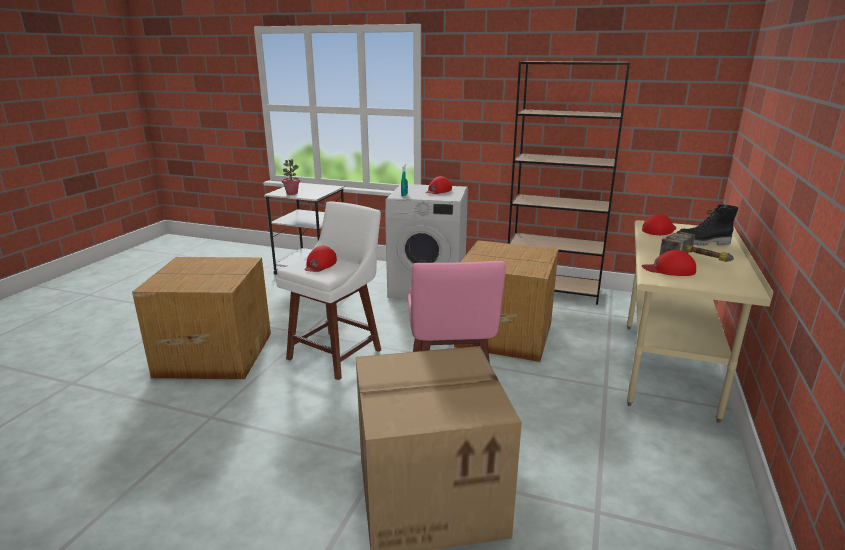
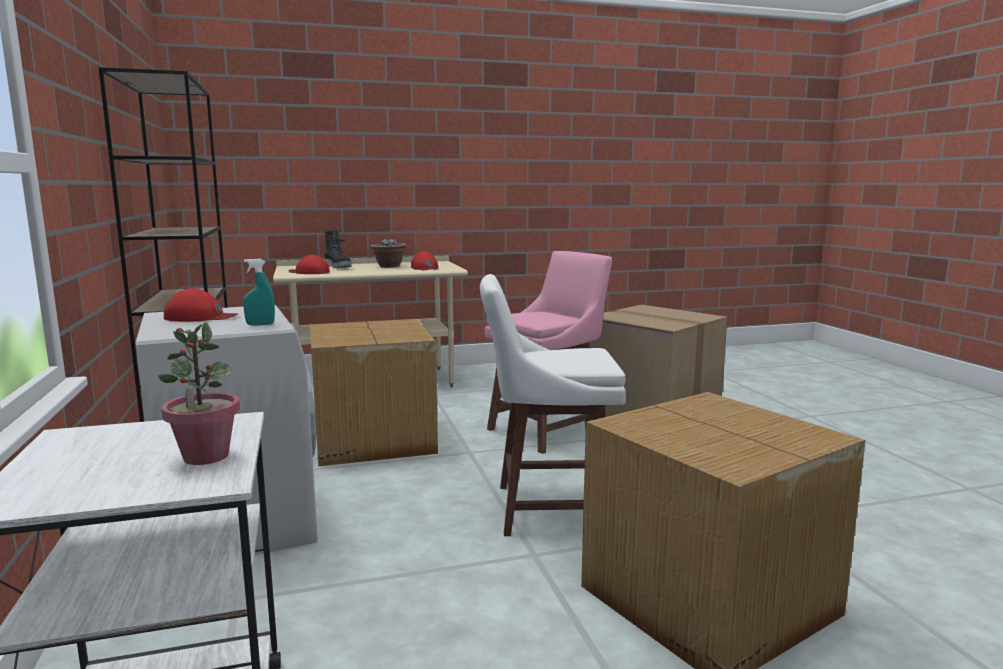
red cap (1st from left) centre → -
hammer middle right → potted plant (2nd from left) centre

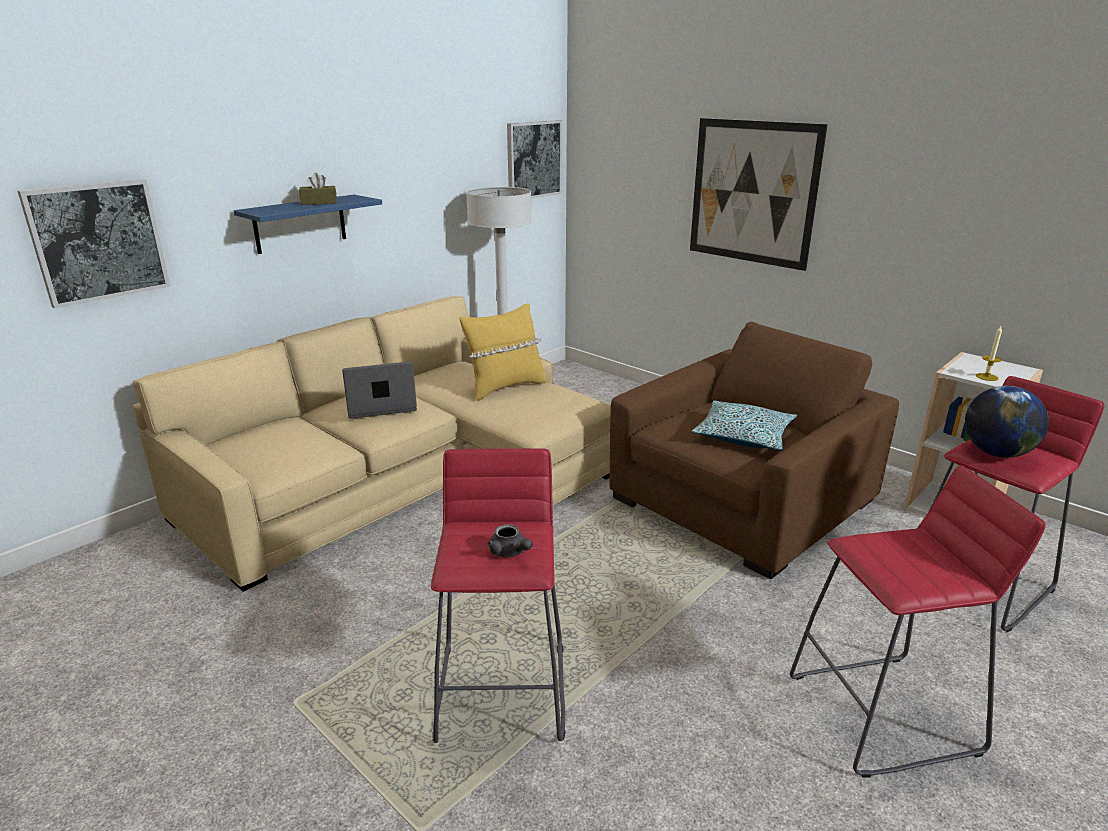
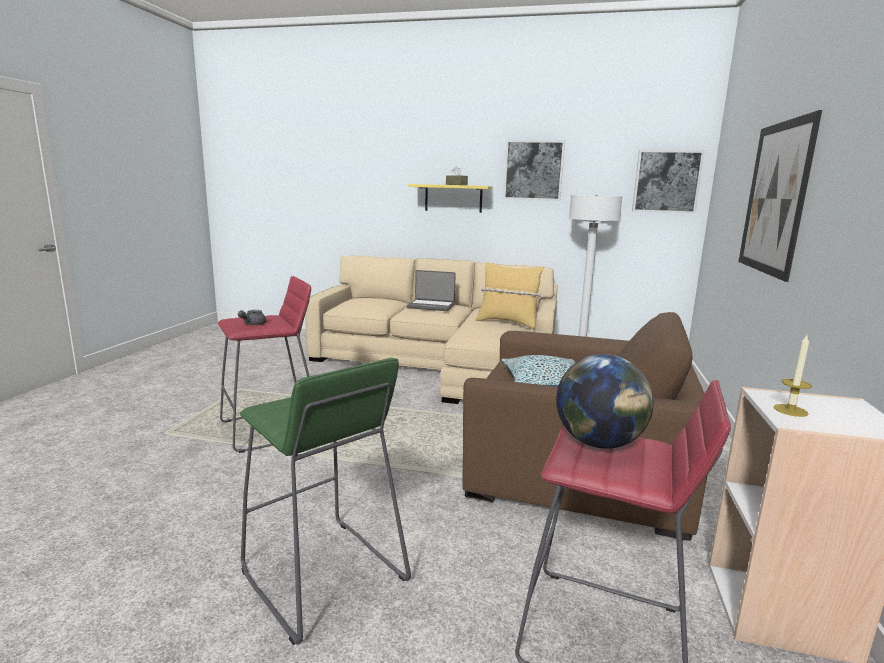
picture (1st from left) top left → picture (1st from left) top centre, move
blue shelf top left → yellow shelf top centre
laptop centre, 150 degrees clockwise
red stool (2nd from left) bottom right → green stool bottom centre

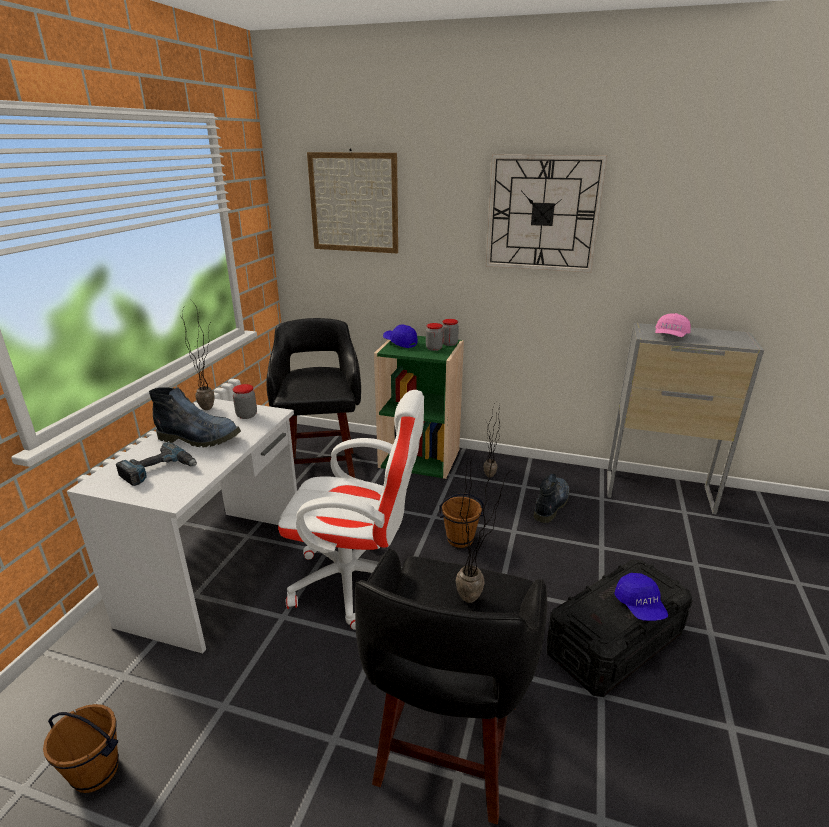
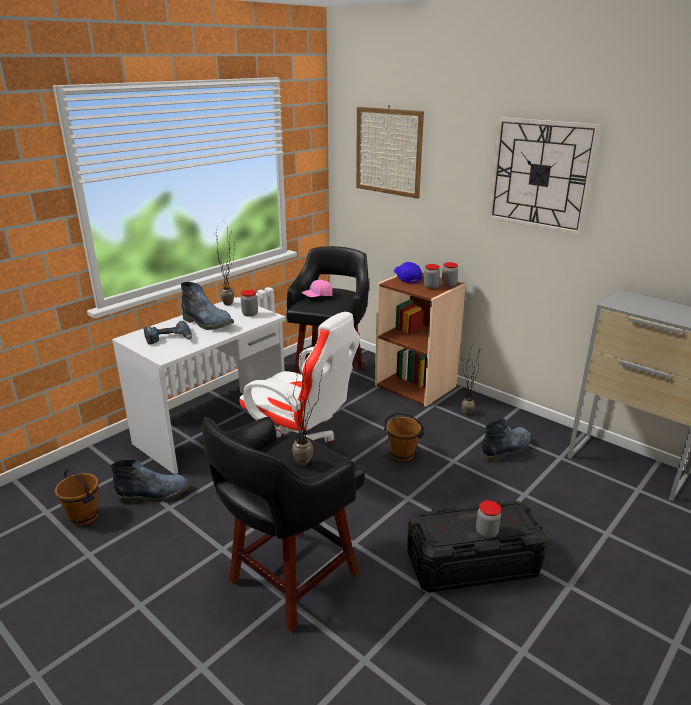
green bookcase centre → brown bookcase centre
blue cap (2nd from left) bottom right → jar (4th from left) bottom right
pink cap middle right → pink cap centre, move
- → boot (1st from left) bottom left

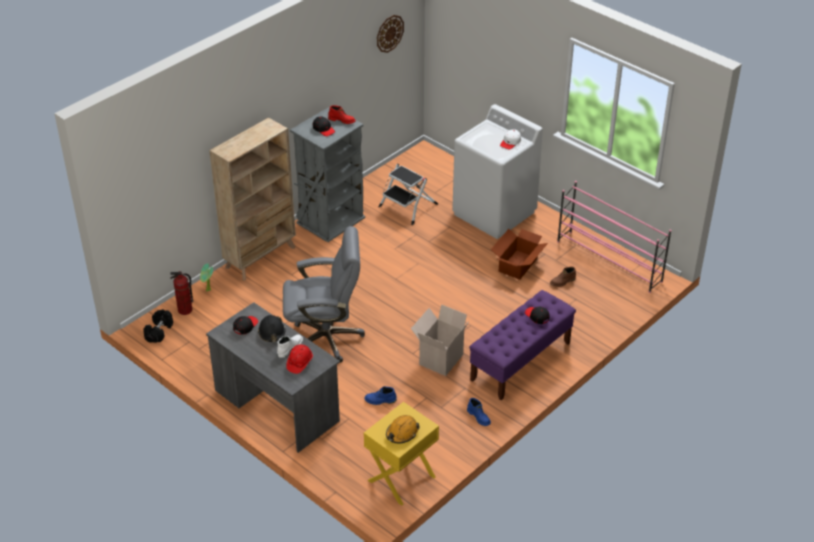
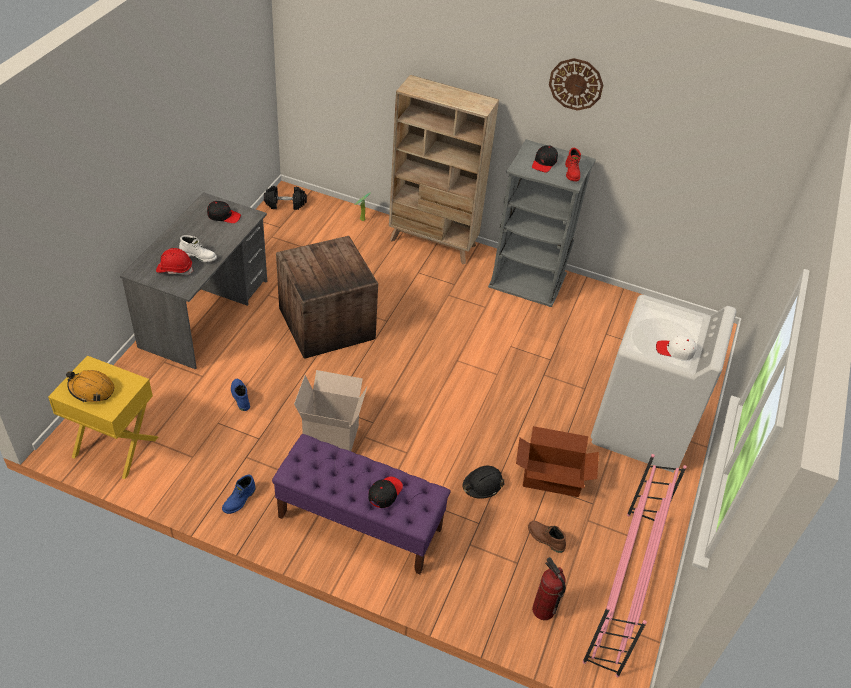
fire extinguisher middle left → fire extinguisher bottom centre, move
black hard hat middle left → black hard hat bottom centre, move
grey office chair centre → crate centre
wall clock top centre → wall clock top right, move
step ladder centre → -

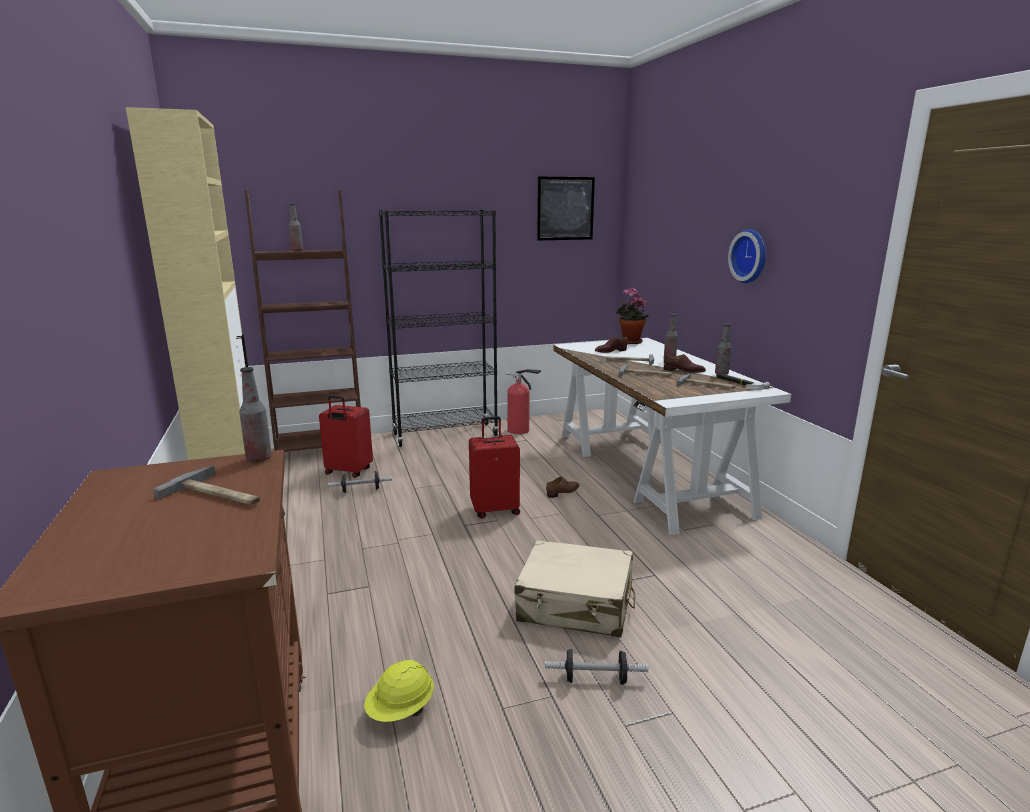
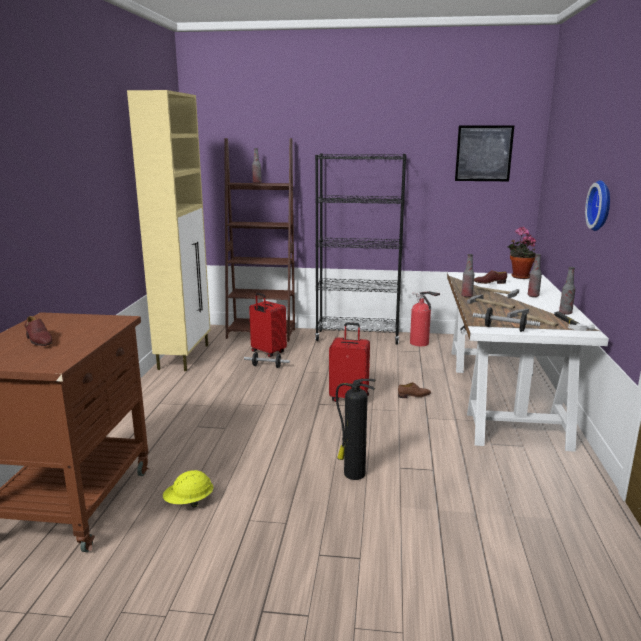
hammer (1st from left) middle left → -
bottle (1st from left in the first image) middle left → bottle (2nd from left) middle right, move
beige suitcase bottom centre → fire extinguisher (1st from left) bottom centre
dumbbell (2nd from left) bottom centre → dumbbell (2nd from left) middle right, move
brown shoe (3rd from left in the first image) centre → brown shoe (1st from left) middle left, move

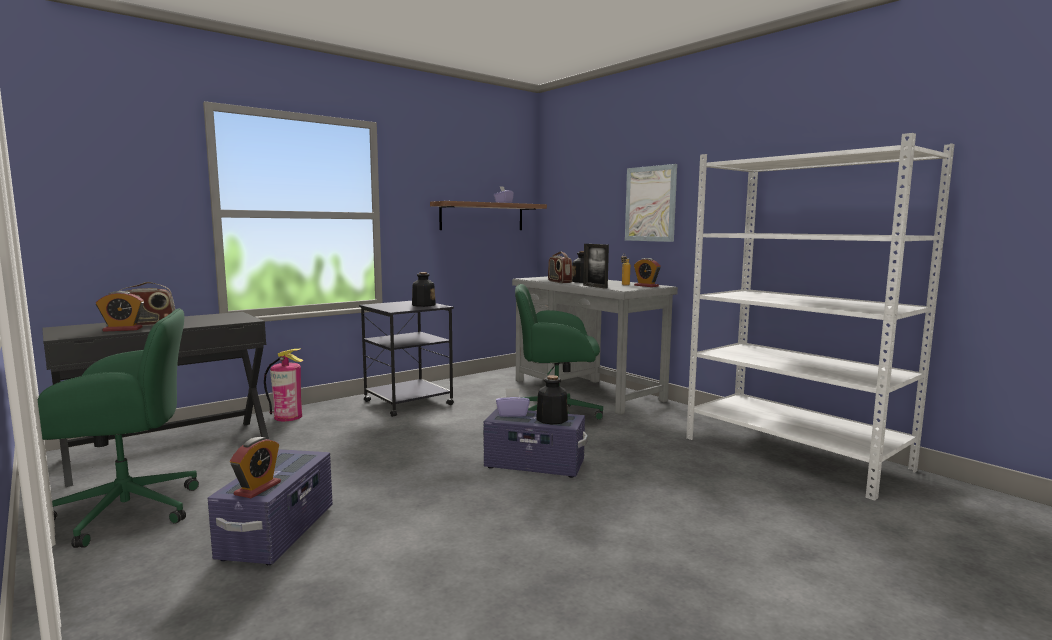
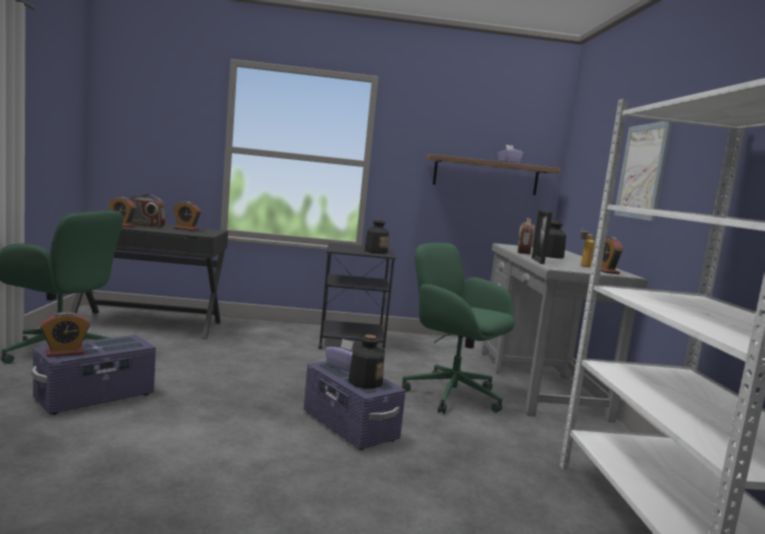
fire extinguisher middle left → -
- → alarm clock (3rd from left) middle left

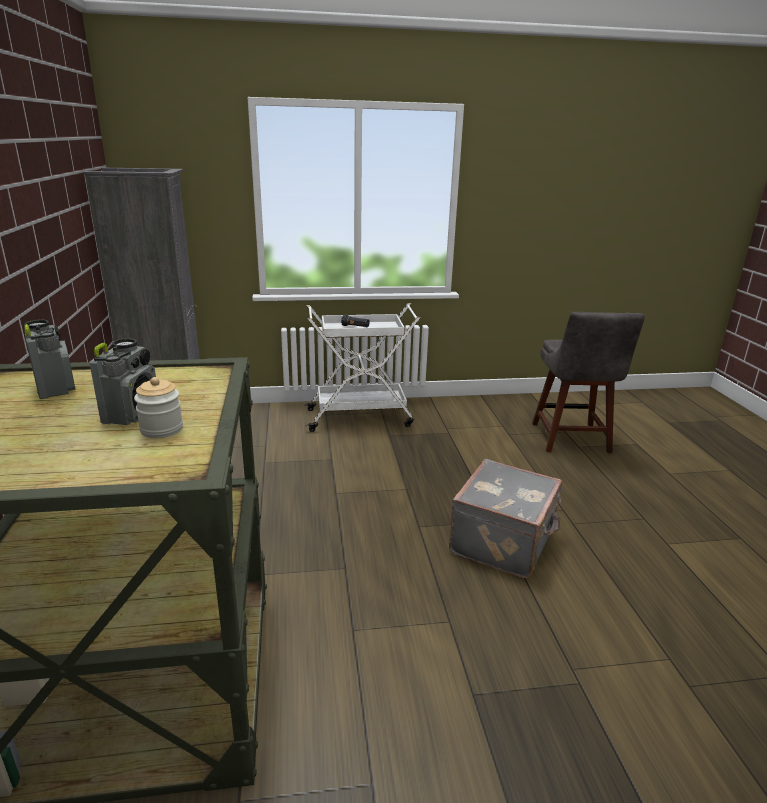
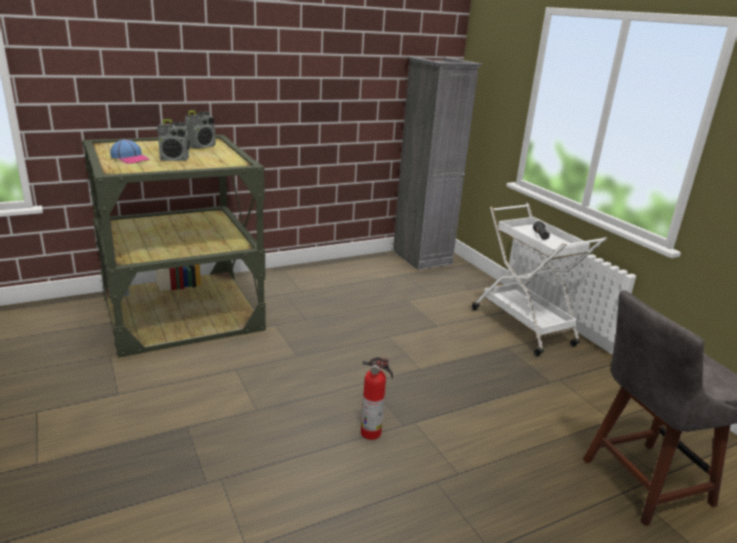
jar middle left → -
grey suitcase centre → fire extinguisher bottom centre
- → cap top left

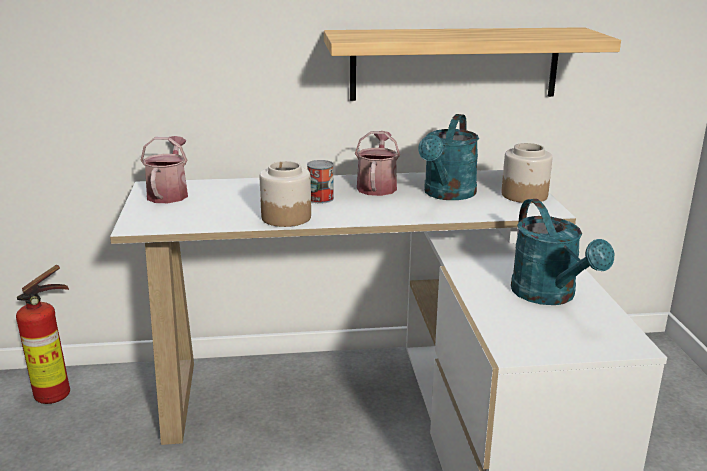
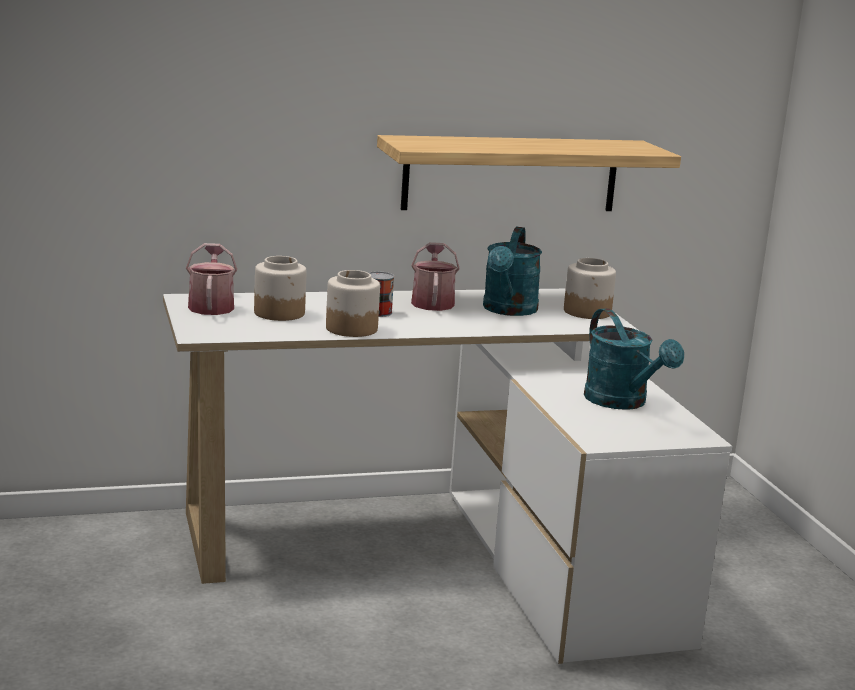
fire extinguisher bottom left → -
- → jar (1st from left) middle left

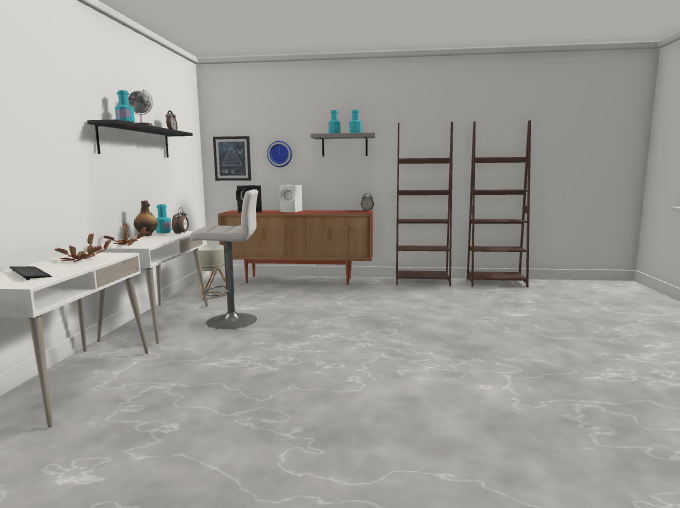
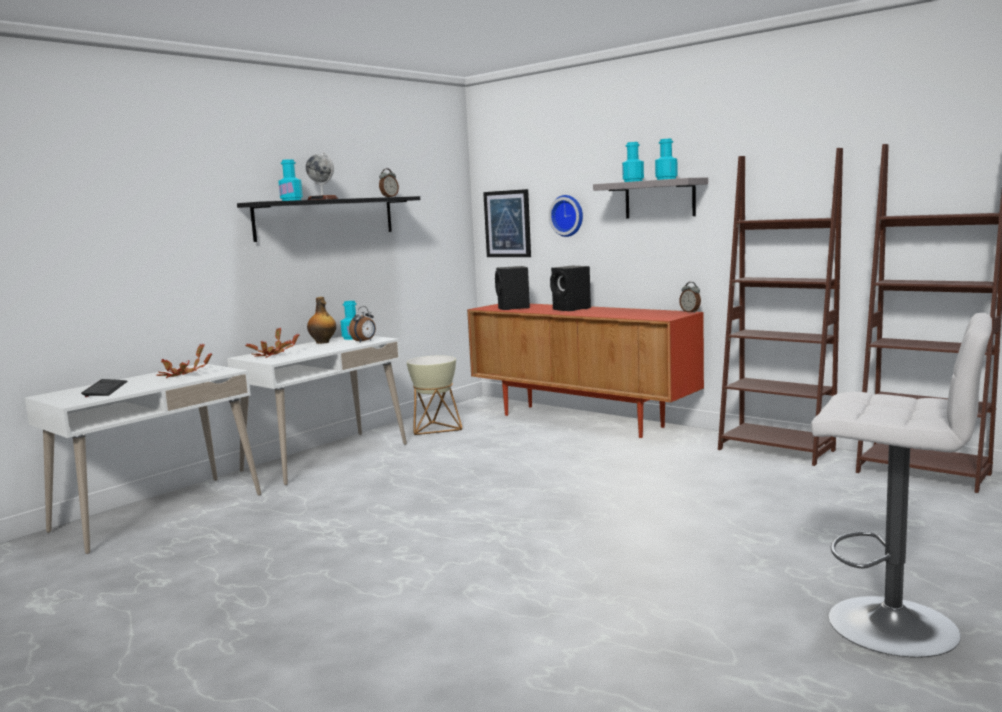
white stool middle left → white stool bottom right, move
white speaker centre → black speaker (2nd from left) centre

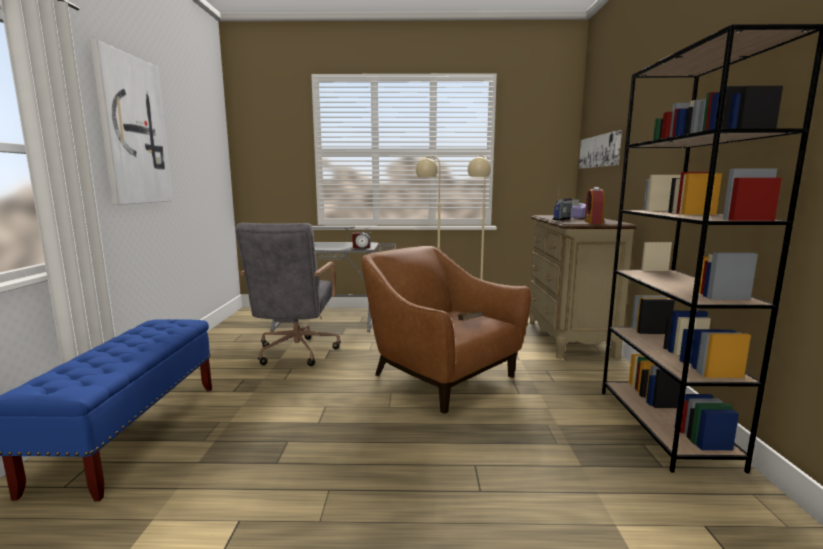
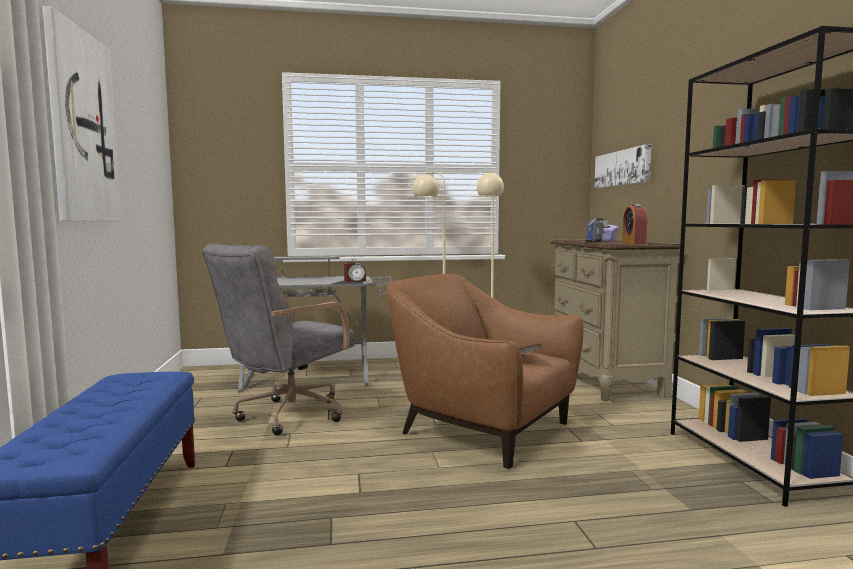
grey office chair centre → grey office chair middle left, 45 degrees clockwise

